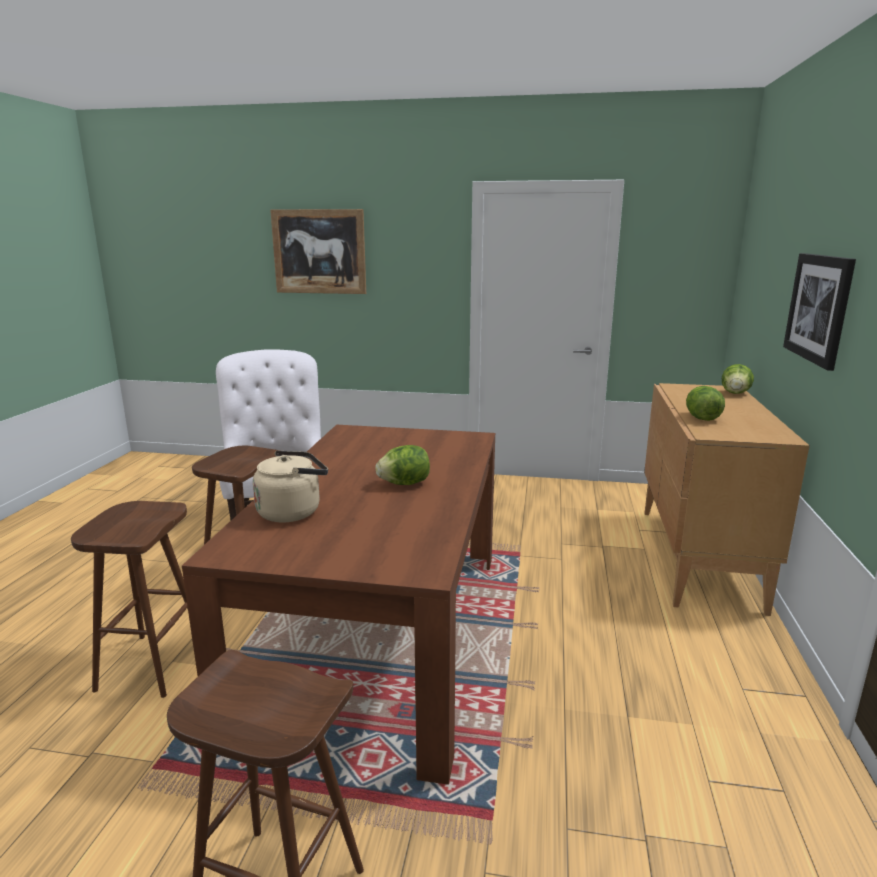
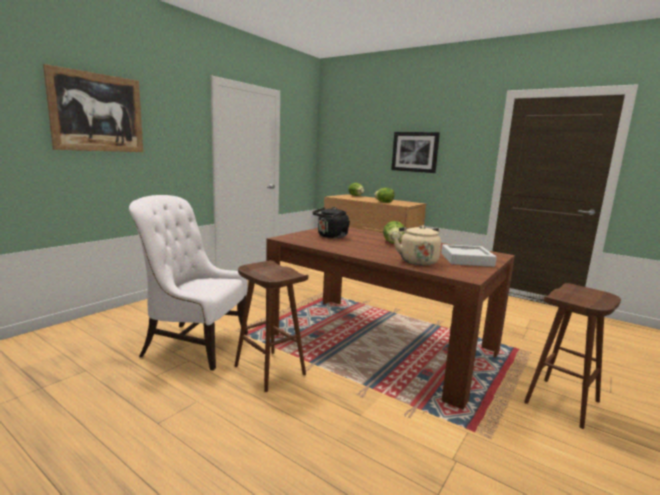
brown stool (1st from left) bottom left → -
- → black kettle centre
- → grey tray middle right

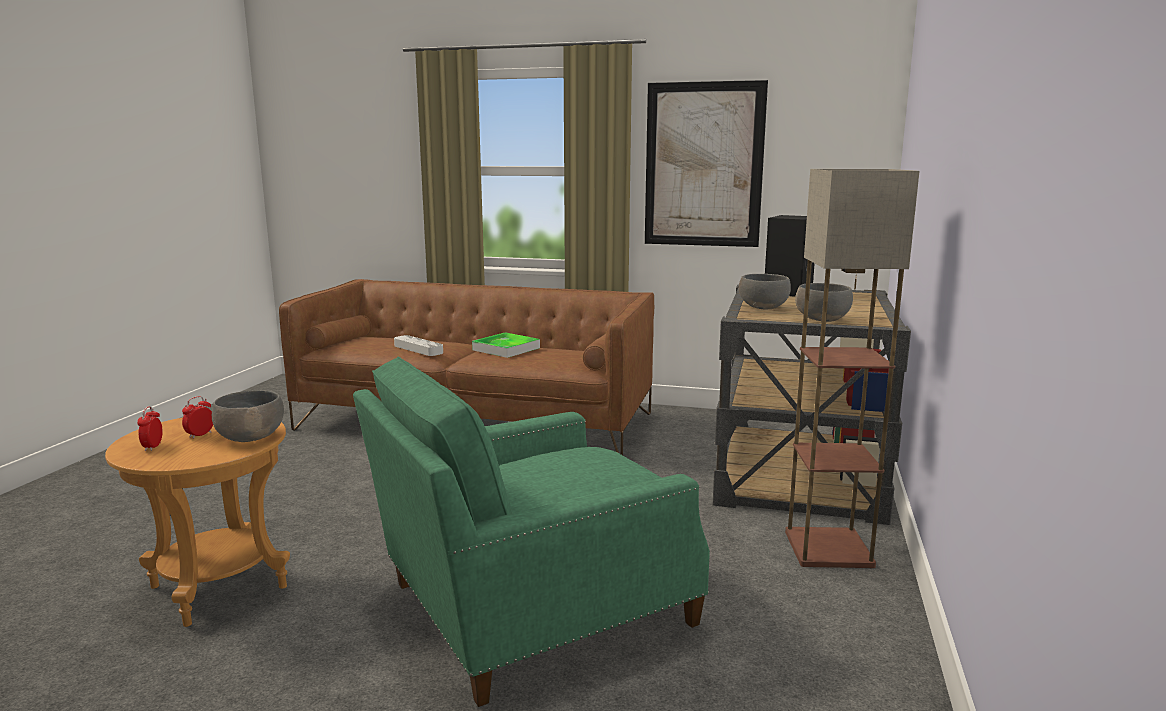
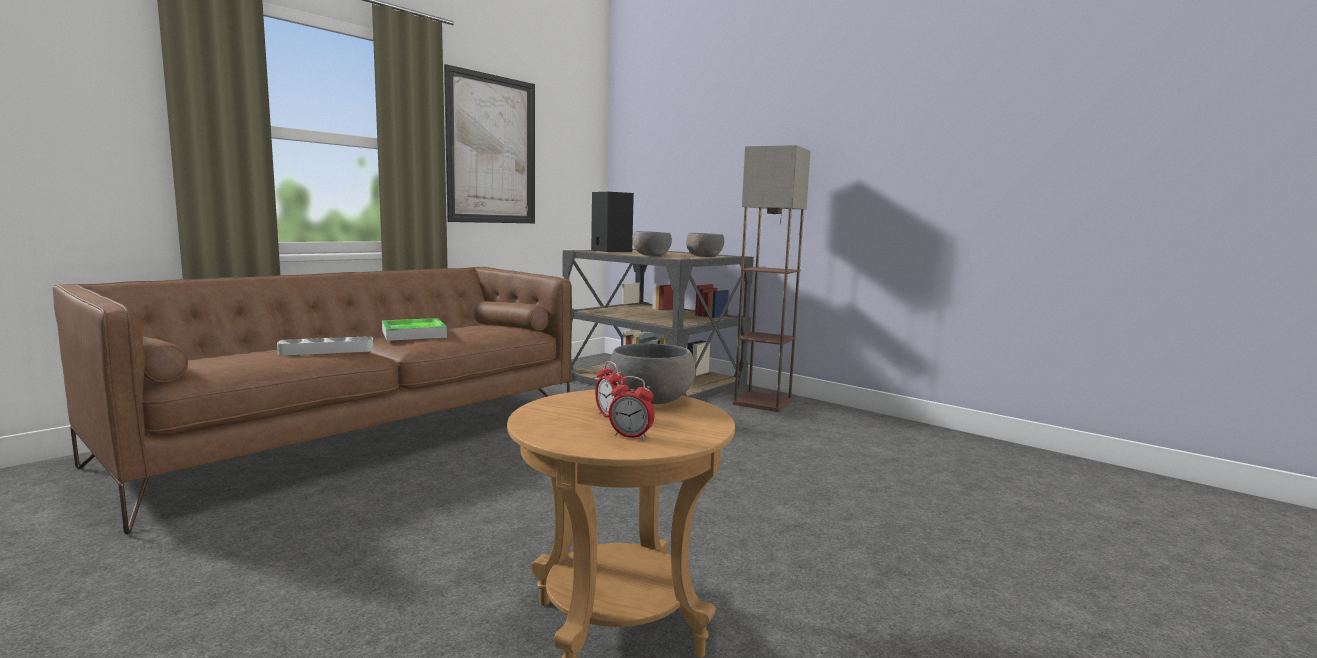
green armchair bottom centre → -

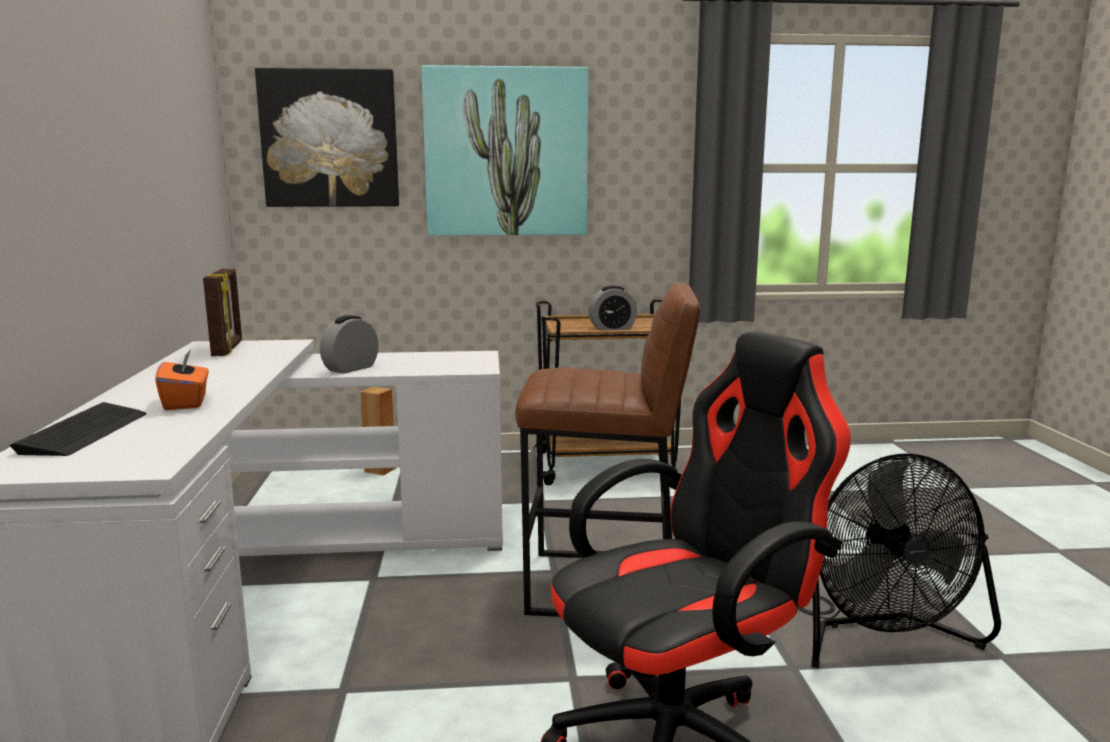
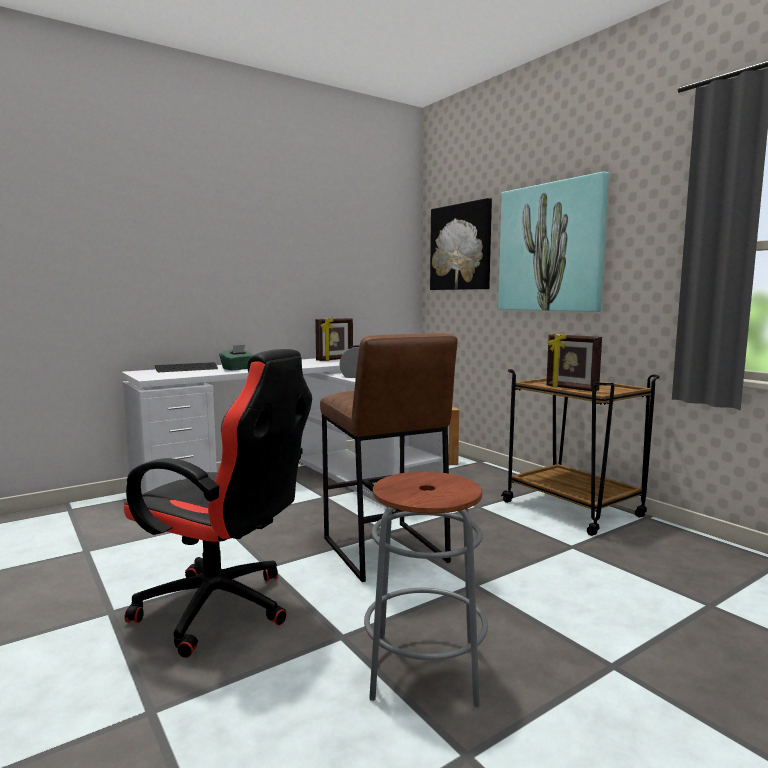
orange tissue box middle left → green tissue box middle left
alarm clock (2nd from left) centre → picture frame (2nd from left) middle right
black fan bottom right → grey stool bottom centre

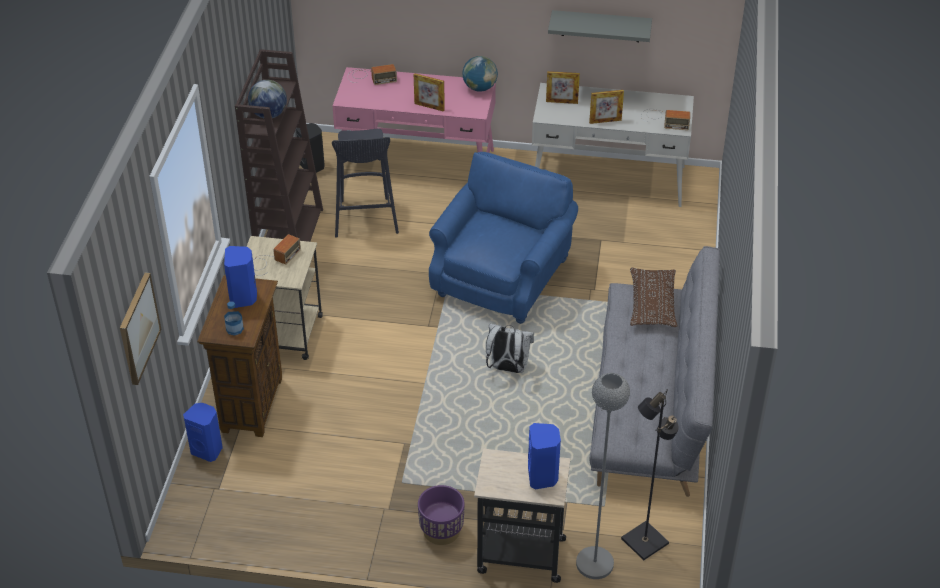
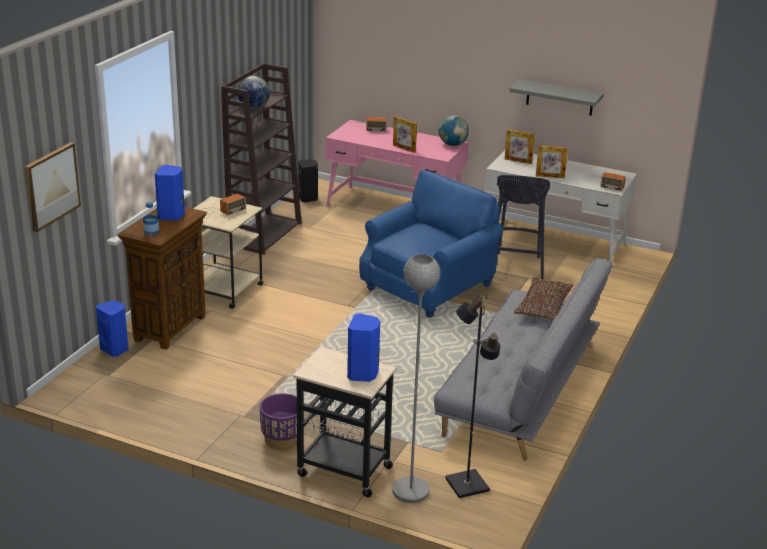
grey stool top centre → grey stool middle right, move
white backpack centre → -

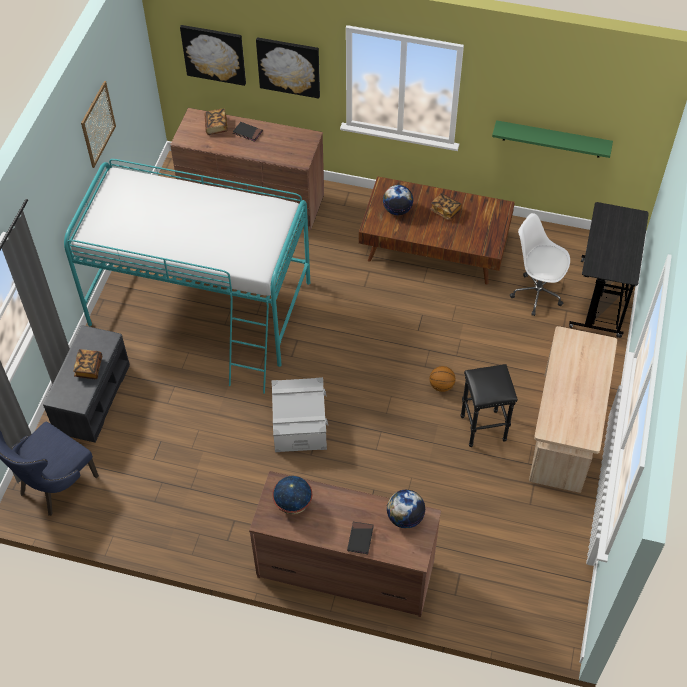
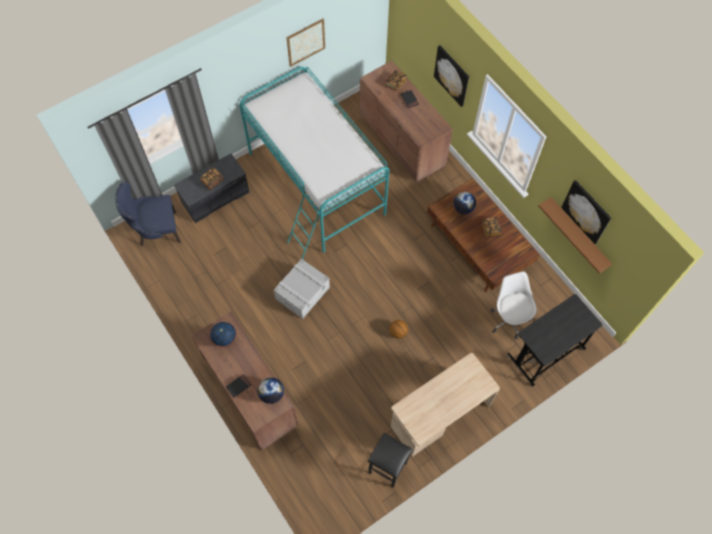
picture (2nd from left in the first image) top left → picture (3rd from left) middle right, move
black stool middle right → black stool bottom centre, move
green shelf top right → brown shelf middle right

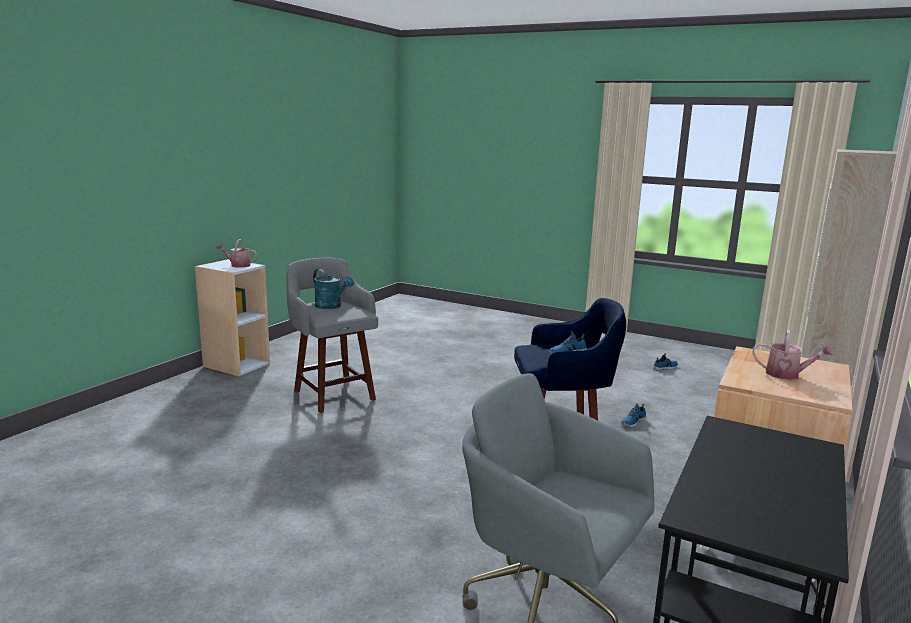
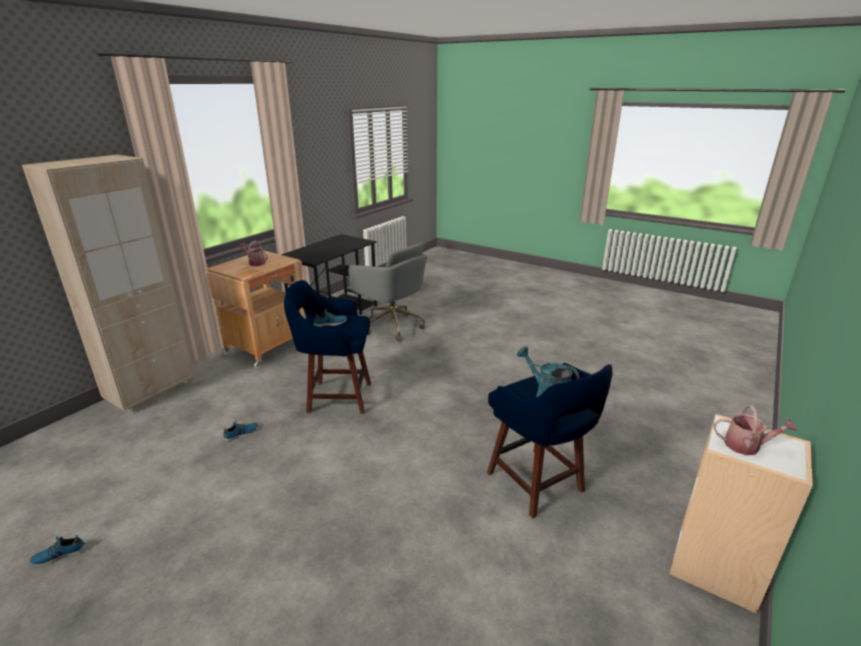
grey stool centre → blue stool (2nd from left) bottom centre

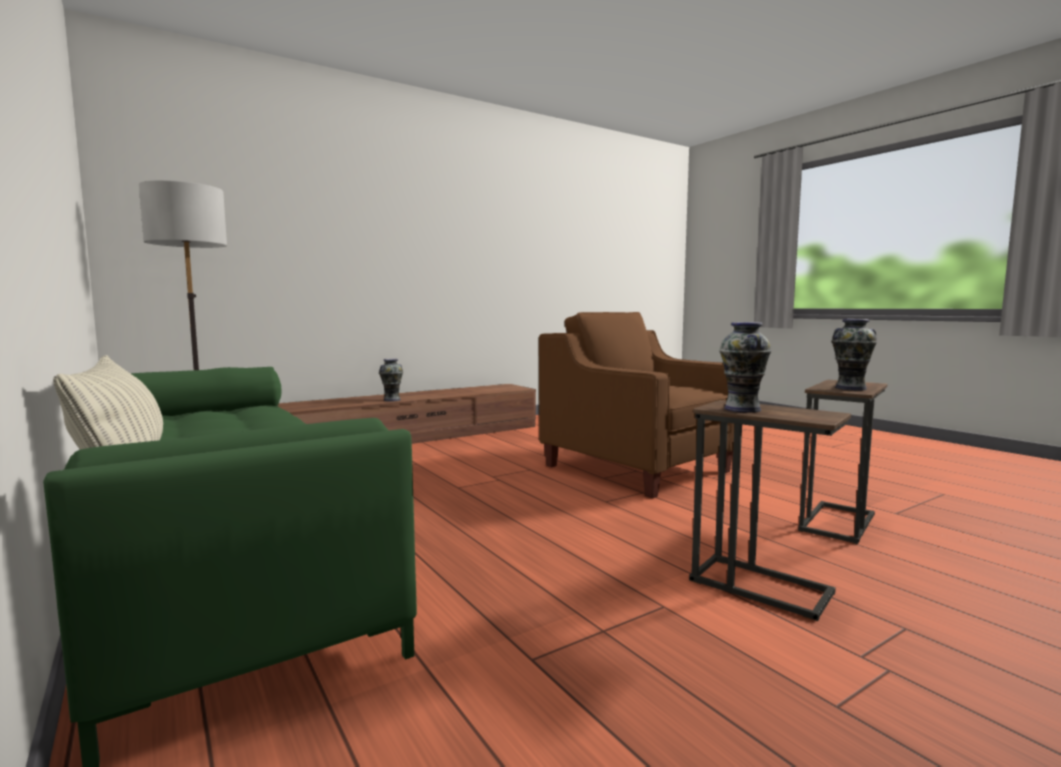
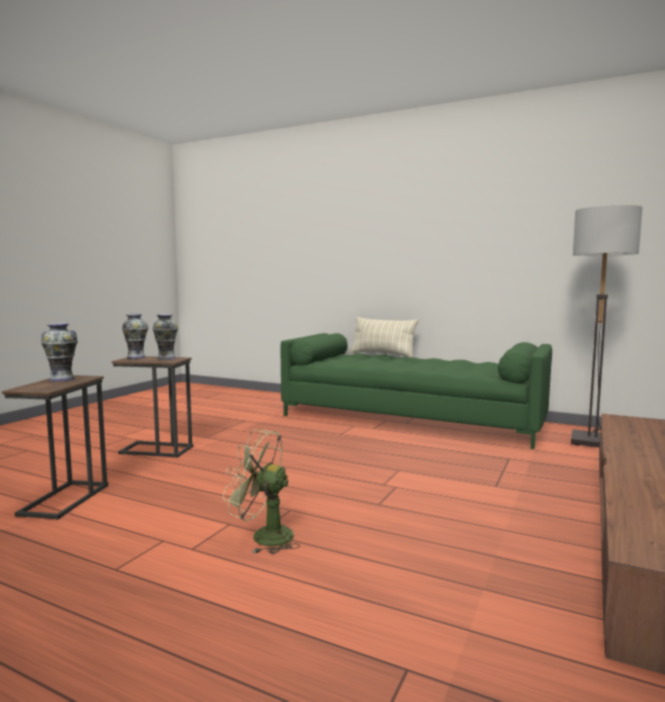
vase (1st from left in the first image) centre → vase (2nd from left) middle left, move
brown armchair centre → green fan bottom centre

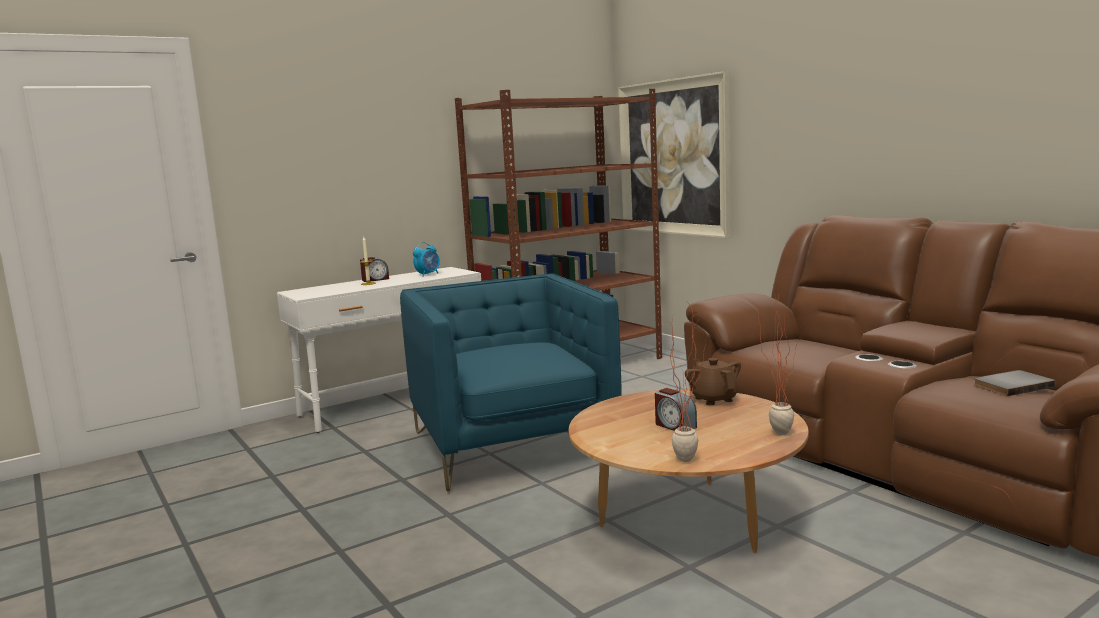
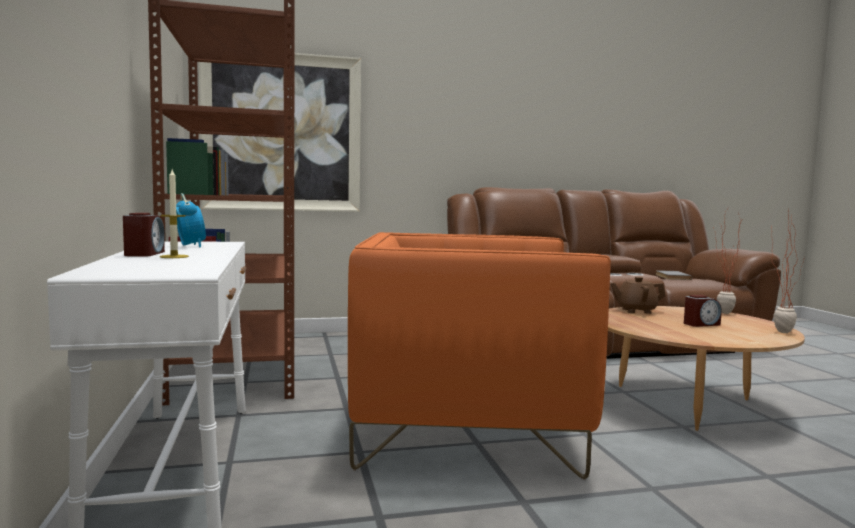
blue armchair centre → orange armchair bottom centre

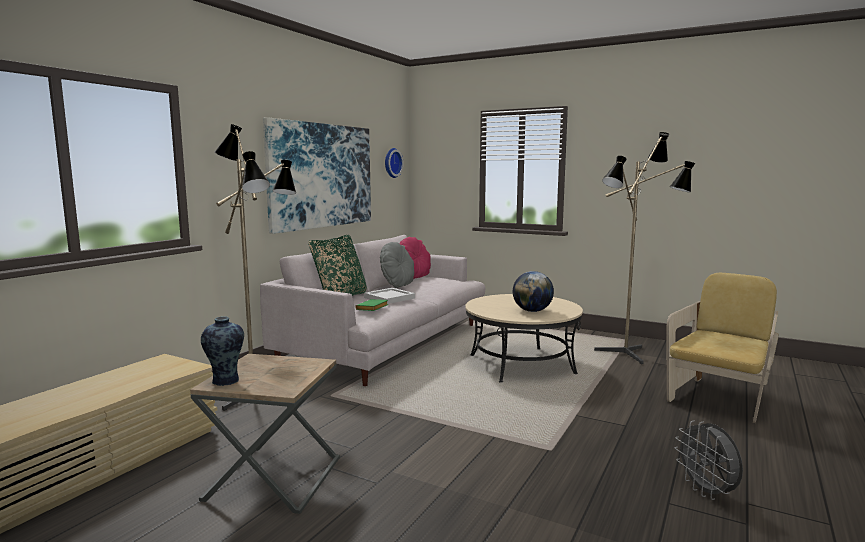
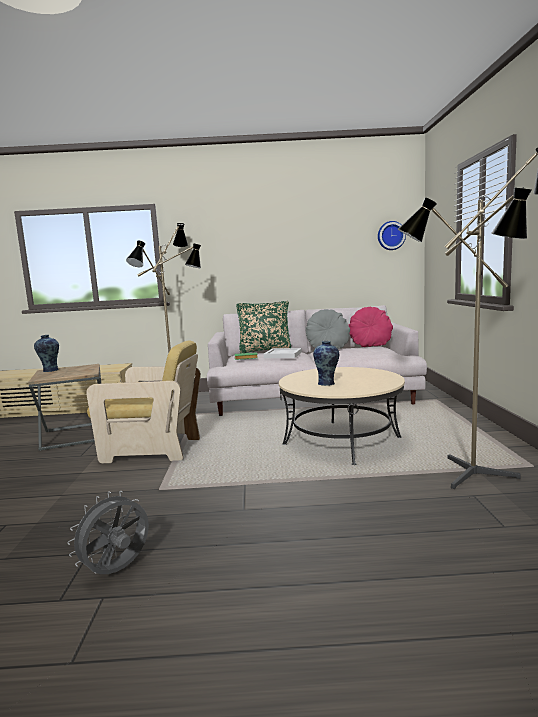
picture top centre → -
globe centre → vase (2nd from left) centre
yellow armchair middle right → yellow armchair middle left, move

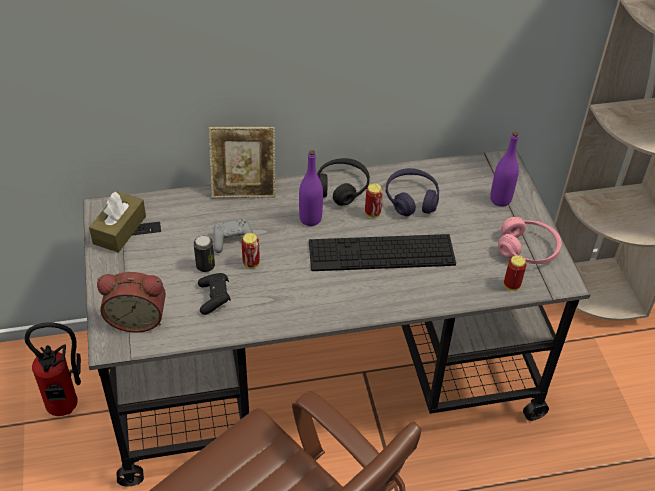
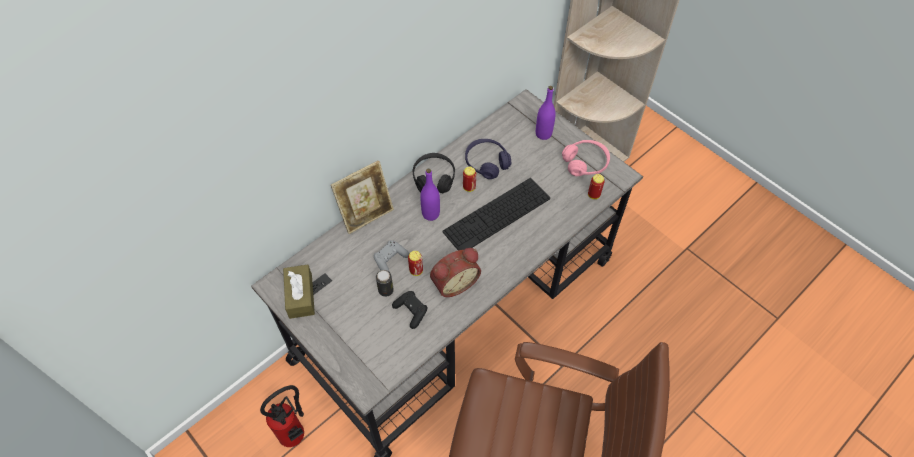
alarm clock middle left → alarm clock centre, move

